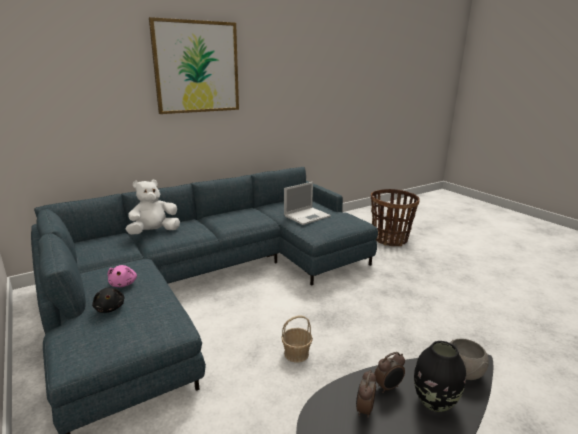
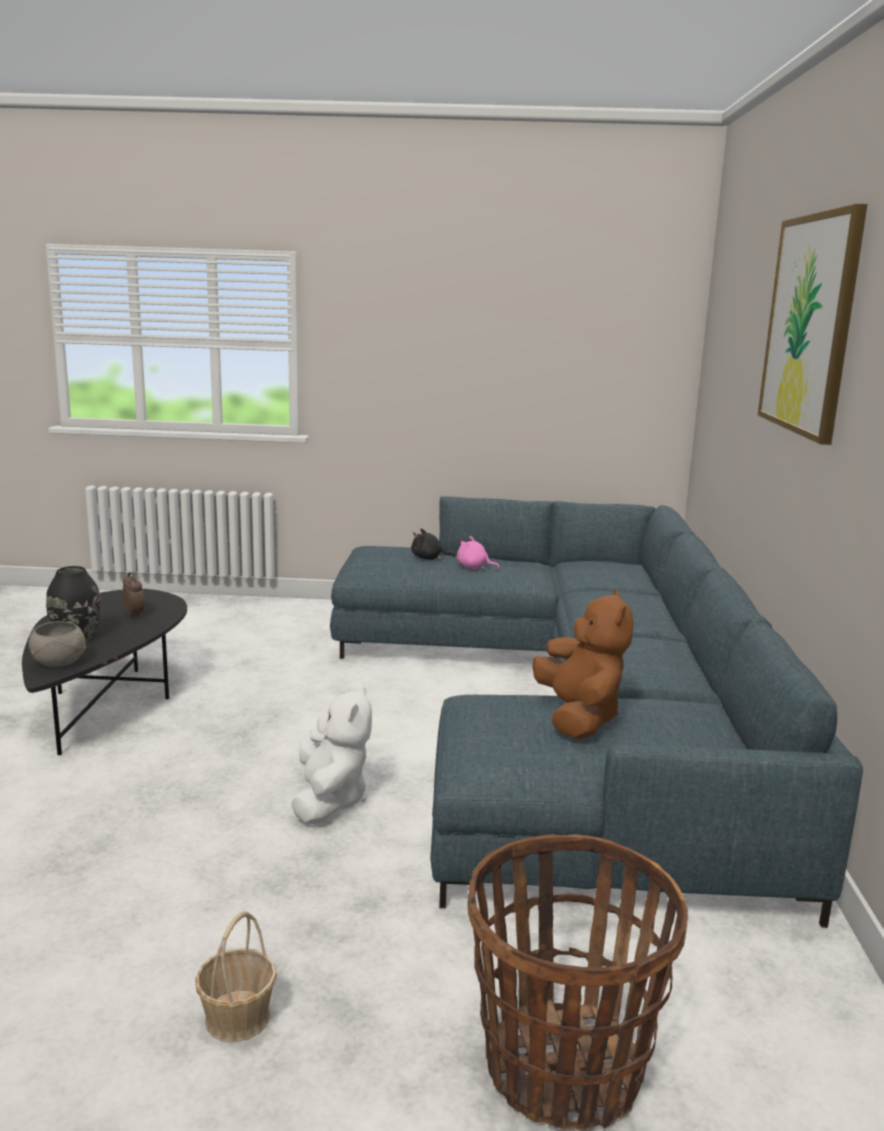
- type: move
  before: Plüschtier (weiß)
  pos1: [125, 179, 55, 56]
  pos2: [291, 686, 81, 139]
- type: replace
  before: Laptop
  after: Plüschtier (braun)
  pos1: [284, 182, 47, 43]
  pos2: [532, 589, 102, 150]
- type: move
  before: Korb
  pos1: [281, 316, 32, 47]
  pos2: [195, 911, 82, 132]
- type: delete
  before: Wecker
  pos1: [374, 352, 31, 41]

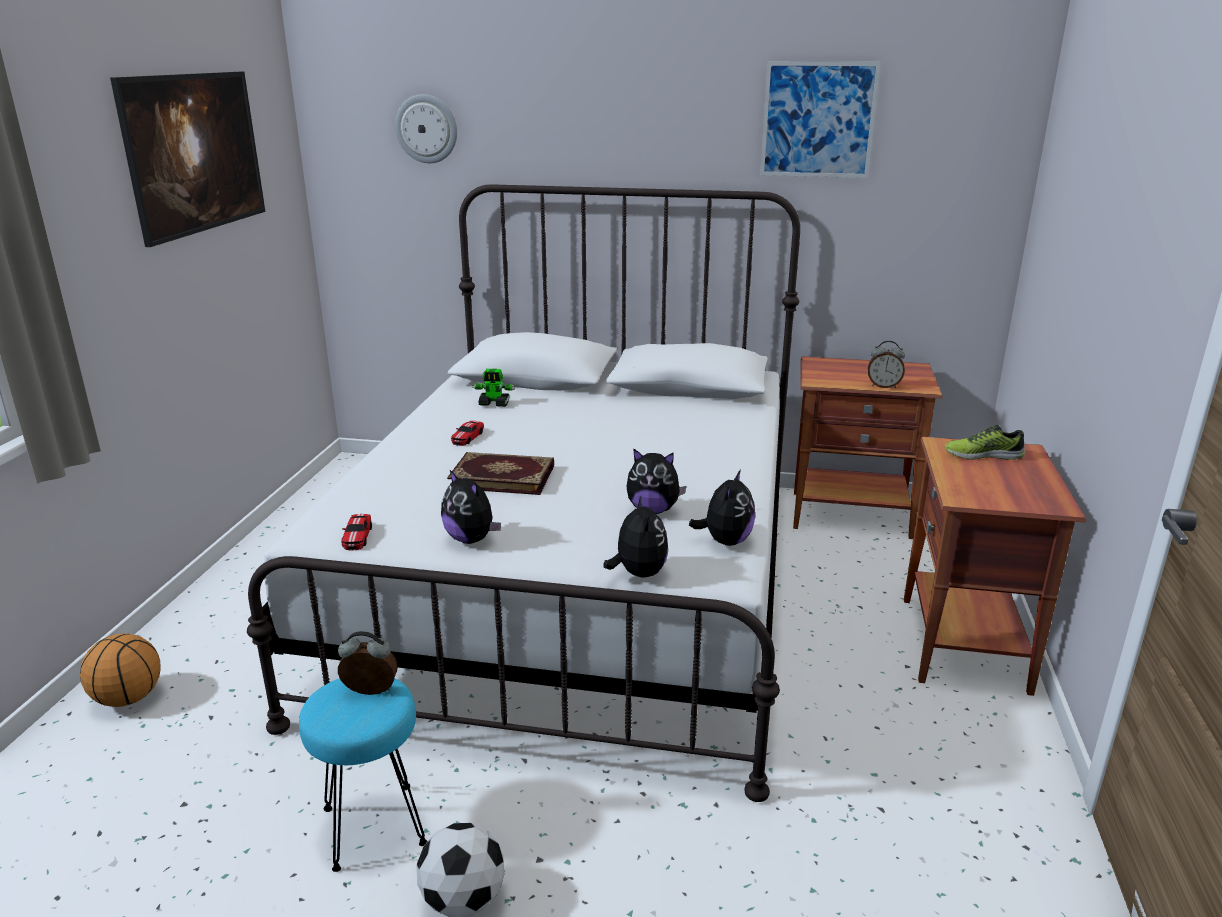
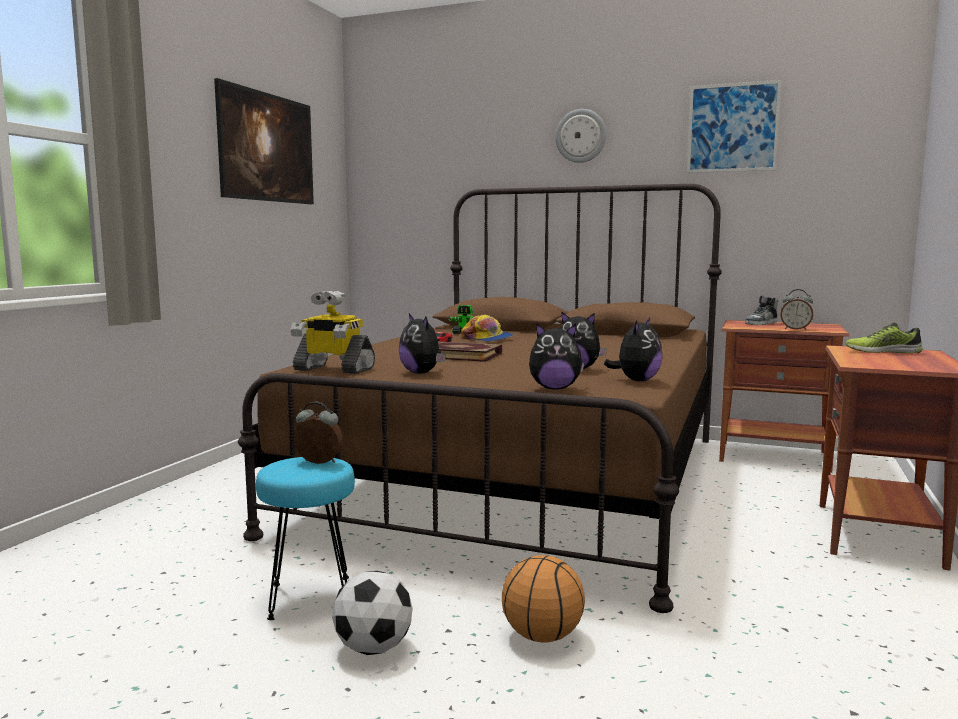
- type: move
  before: Wanduhr
  pos1: [395, 94, 62, 69]
  pos2: [555, 109, 51, 54]
- type: recolor
  before: Bett (weiß)
  after: Bett (braun)
  pos1: [247, 184, 553, 618]
  pos2: [238, 184, 484, 429]
- type: rotate
  before: Plüschtier
  pos1: [604, 495, 64, 83]
  pos2: [529, 323, 55, 67]
  turn: 90
- type: replace
  before: Spielzeugauto
  after: Spielzeugroboter
  pos1: [342, 514, 30, 36]
  pos2: [290, 291, 85, 83]
- type: move
  before: Basketball
  pos1: [80, 633, 81, 74]
  pos2: [502, 555, 83, 88]
- type: insert
  after: Schuh
  pos2: [745, 295, 33, 30]
- type: insert
  after: Kappe
  pos2: [461, 315, 52, 27]

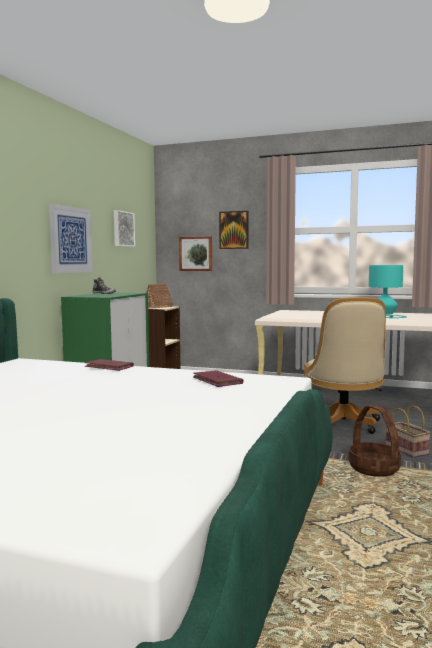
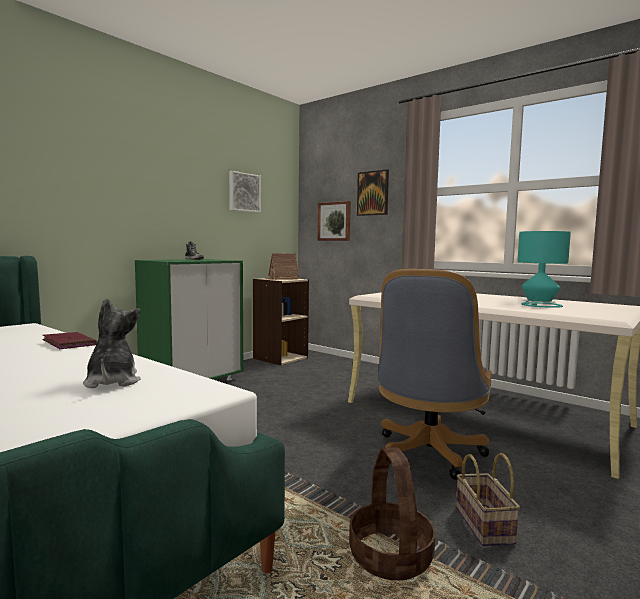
- type: delete
  before: Bild
  pos1: [49, 204, 44, 69]
- type: recolor
  before: Bürostuhl (beige)
  after: Bürostuhl (blau)
  pos1: [304, 297, 82, 137]
  pos2: [378, 269, 114, 211]
- type: replace
  before: Buch (rot)
  after: Plüschtier
  pos1: [193, 370, 50, 17]
  pos2: [83, 298, 58, 90]

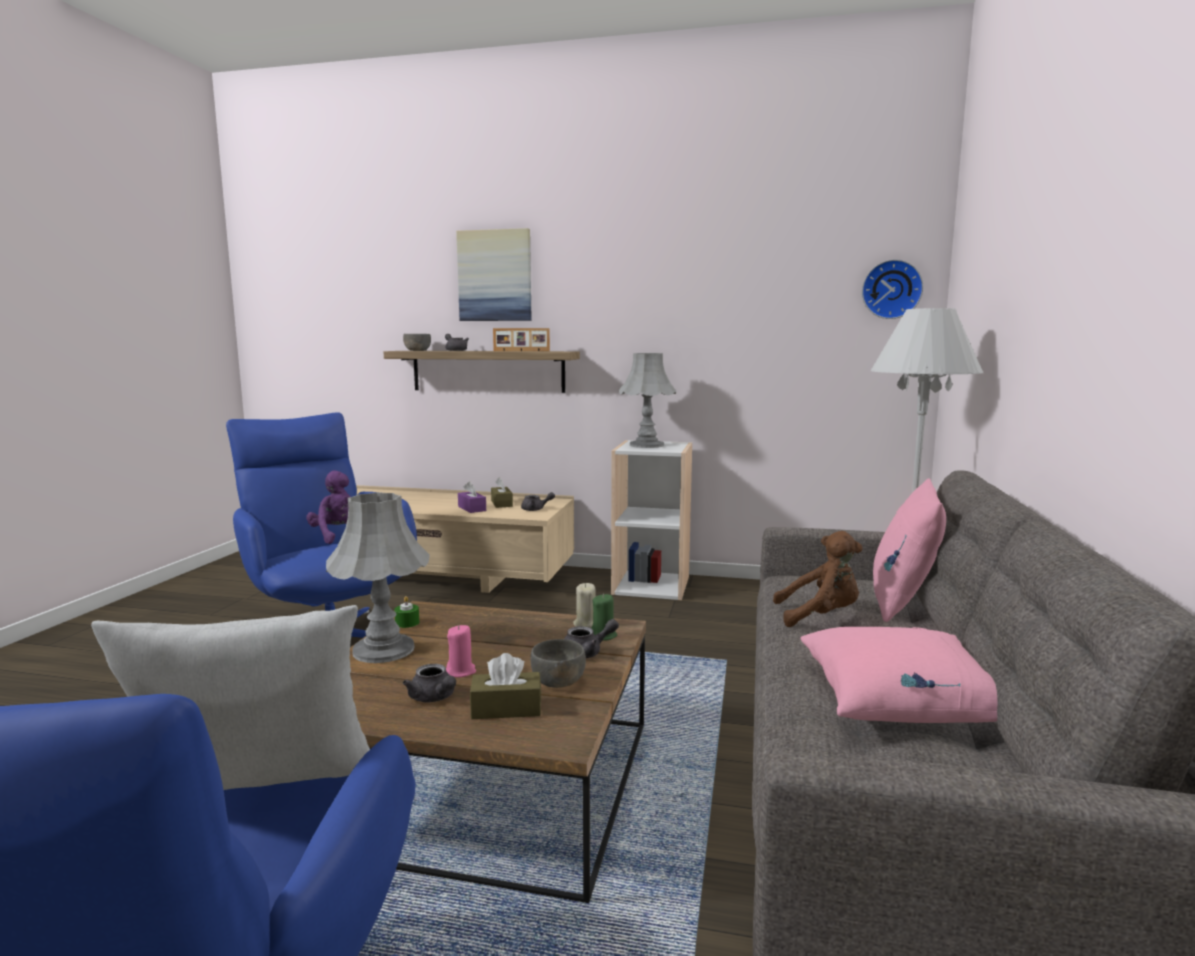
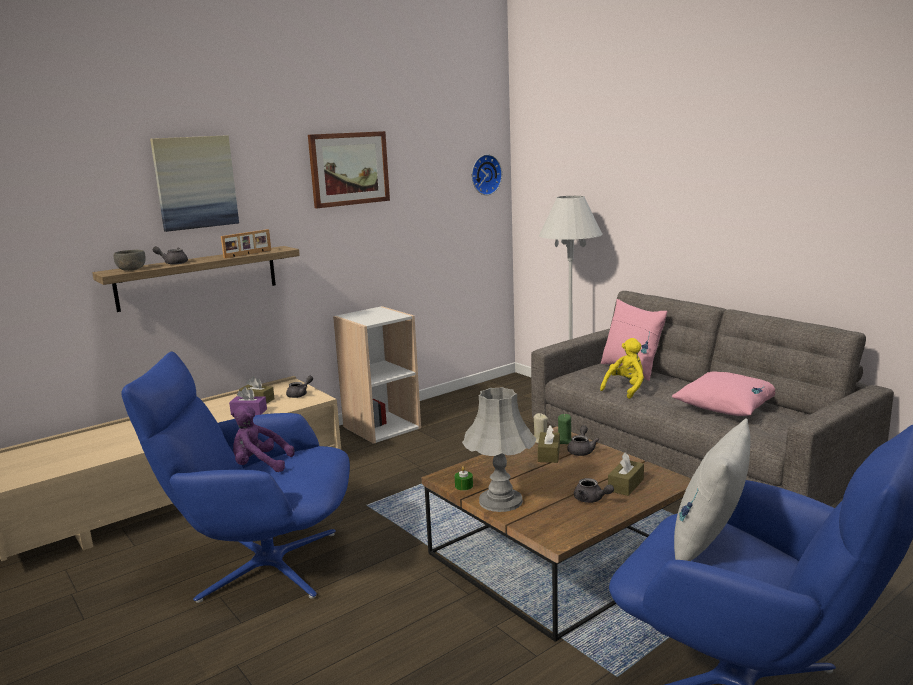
- type: delete
  before: Tischlampe (grau)
  pos1: [619, 353, 57, 95]
- type: recolor
  before: Plüschtier (braun)
  after: Plüschtier (gelb)
  pos1: [773, 531, 89, 96]
  pos2: [600, 338, 44, 61]
- type: delete
  before: Kerze (rosa)
  pos1: [446, 625, 30, 52]
- type: delete
  before: Schüssel (grau)
  pos1: [531, 639, 55, 49]
- type: rotate
  before: Teekanne (grau)
  pos1: [403, 664, 53, 38]
  pos2: [574, 478, 40, 25]
  turn: 45
- type: insert
  after: Bild
  pos2: [308, 131, 82, 77]
- type: insert
  after: Taschentuchbox (braun)
  pos2: [538, 425, 22, 38]

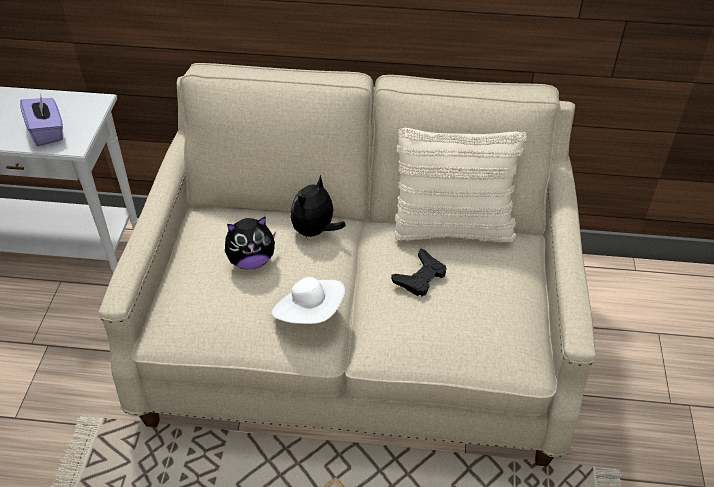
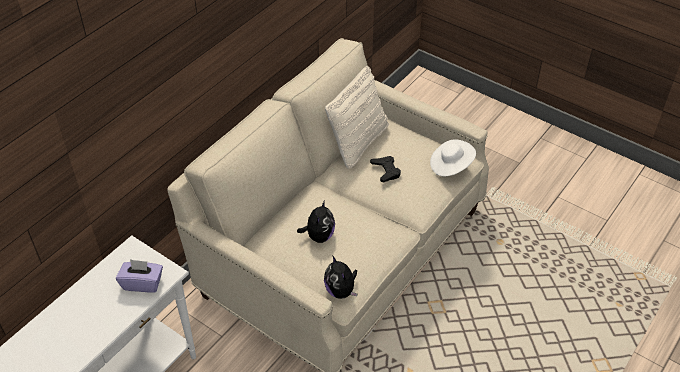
- type: move
  before: Plüschtier
  pos1: [290, 175, 56, 63]
  pos2: [324, 255, 33, 44]
- type: move
  before: Hut (weiß)
  pos1: [272, 277, 73, 47]
  pos2: [430, 140, 46, 36]

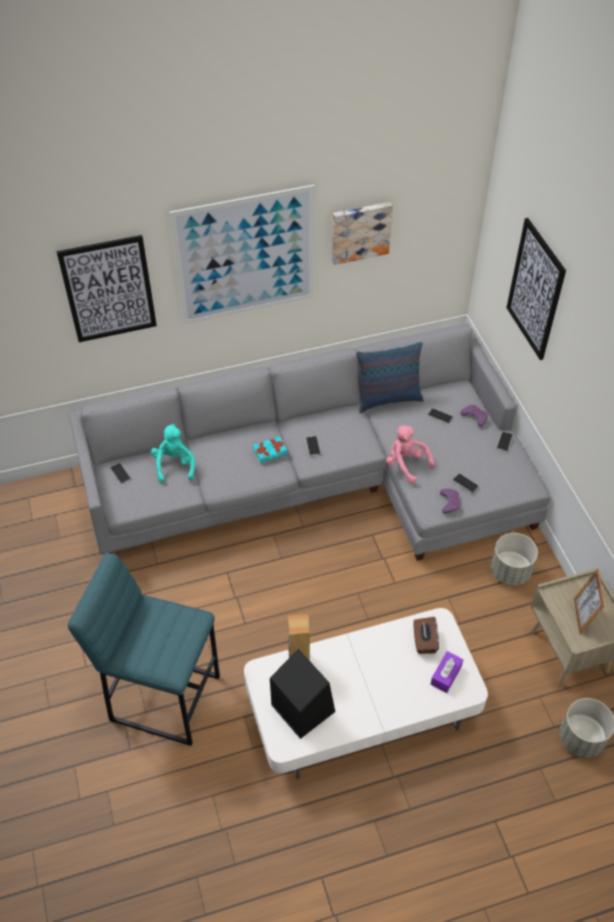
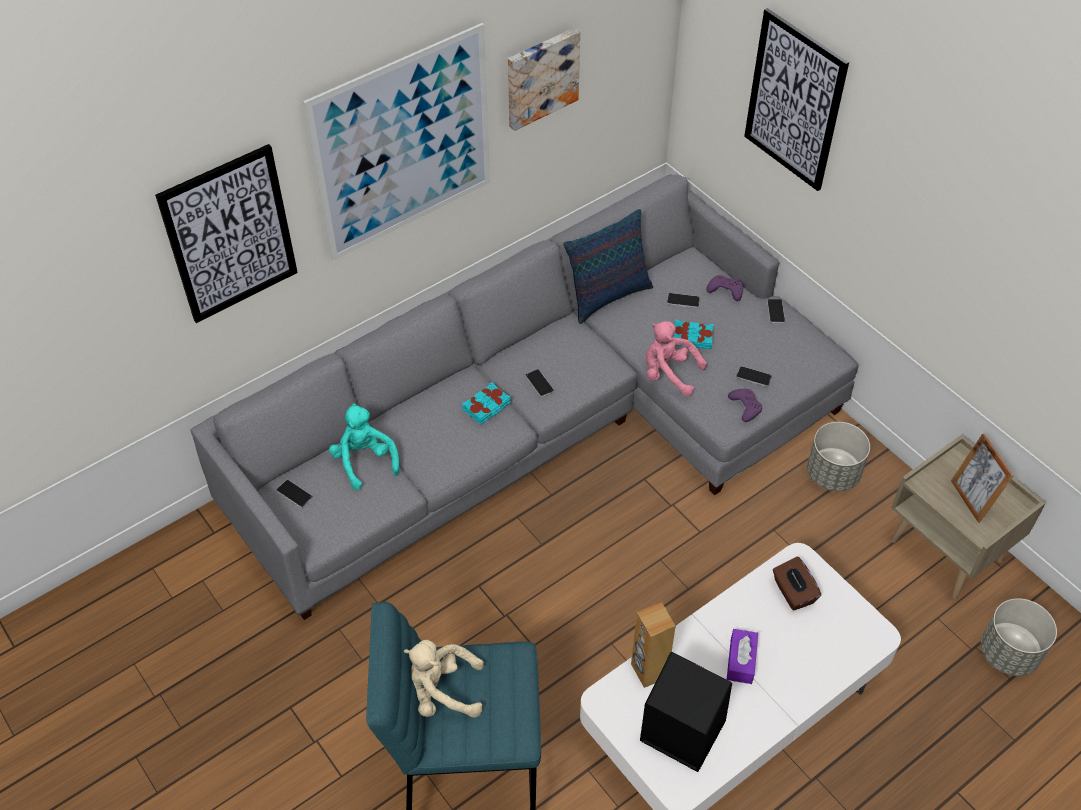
- type: move
  before: Taschentuchbox (lila)
  pos1: [431, 651, 32, 42]
  pos2: [727, 629, 31, 55]
- type: insert
  after: Buch (türkis)
  pos2: [673, 320, 41, 29]
- type: insert
  after: Plüschtier (beige)
  pos2: [404, 640, 80, 78]

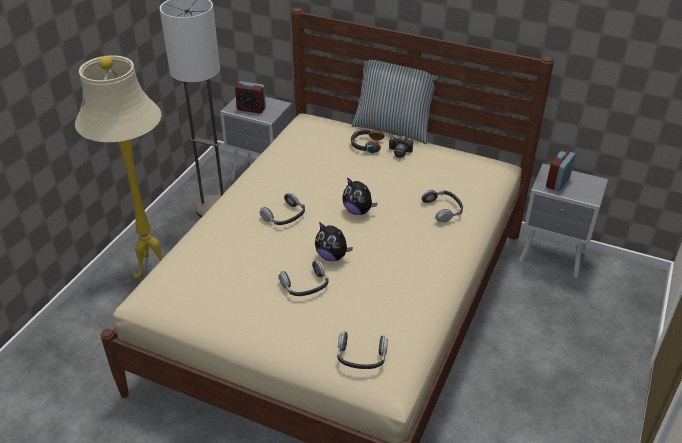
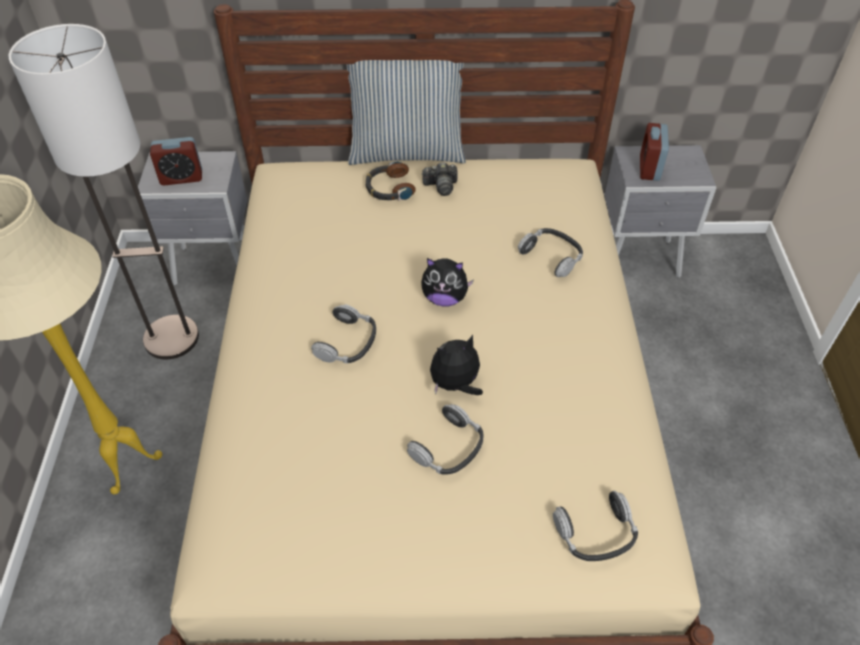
- type: rotate
  before: Plüschtier
  pos1: [315, 222, 38, 39]
  pos2: [430, 335, 53, 60]
  turn: 150

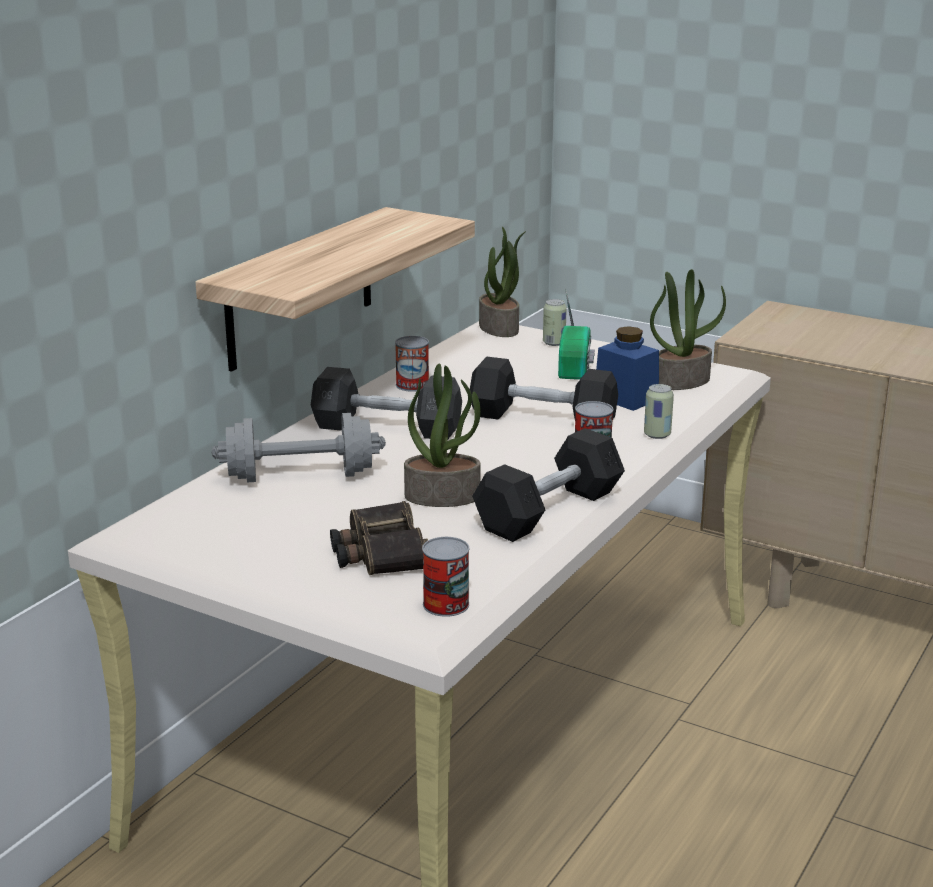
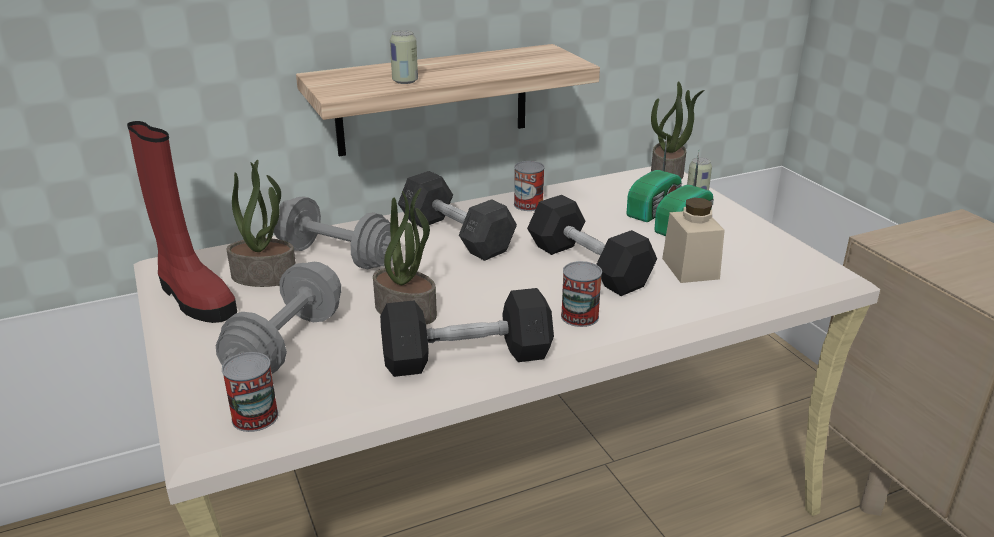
- type: move
  before: Topfpflanze
  pos1: [650, 269, 76, 121]
  pos2: [227, 160, 69, 127]
- type: recolor
  before: Vorratsglas (blau)
  after: Vorratsglas (beige)
  pos1: [596, 326, 63, 85]
  pos2: [662, 198, 63, 85]
- type: move
  before: Dose
  pos1: [644, 384, 30, 55]
  pos2: [390, 30, 28, 54]
- type: replace
  before: Fernglas
  after: Hantel (grau)
  pos1: [330, 501, 98, 74]
  pos2: [216, 262, 125, 112]
- type: insert
  after: Stiefel (rot)
  pos2: [127, 121, 110, 202]
- type: insert
  after: Radio
  pos2: [627, 137, 55, 85]

